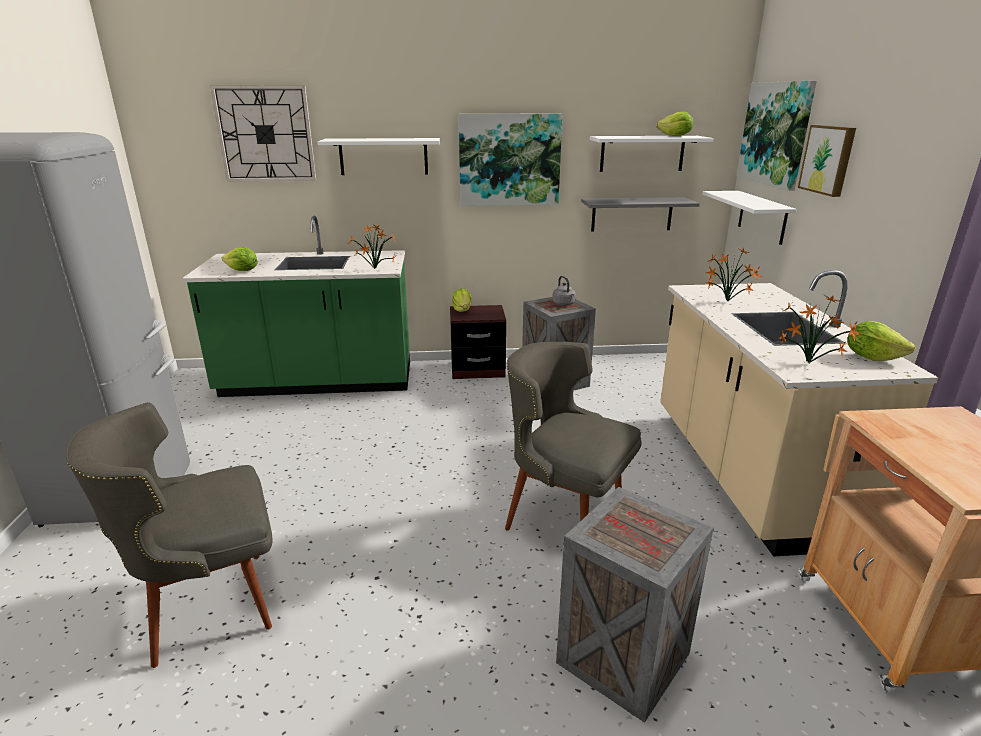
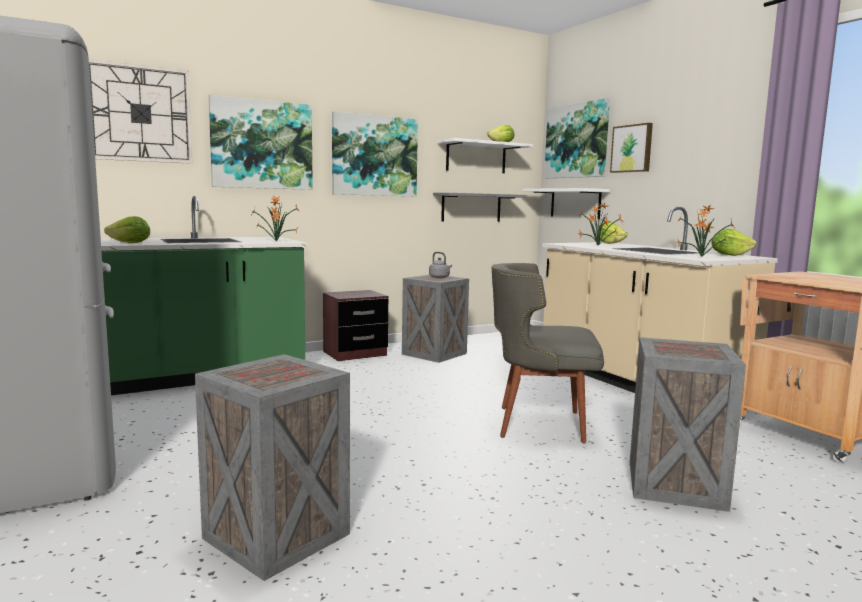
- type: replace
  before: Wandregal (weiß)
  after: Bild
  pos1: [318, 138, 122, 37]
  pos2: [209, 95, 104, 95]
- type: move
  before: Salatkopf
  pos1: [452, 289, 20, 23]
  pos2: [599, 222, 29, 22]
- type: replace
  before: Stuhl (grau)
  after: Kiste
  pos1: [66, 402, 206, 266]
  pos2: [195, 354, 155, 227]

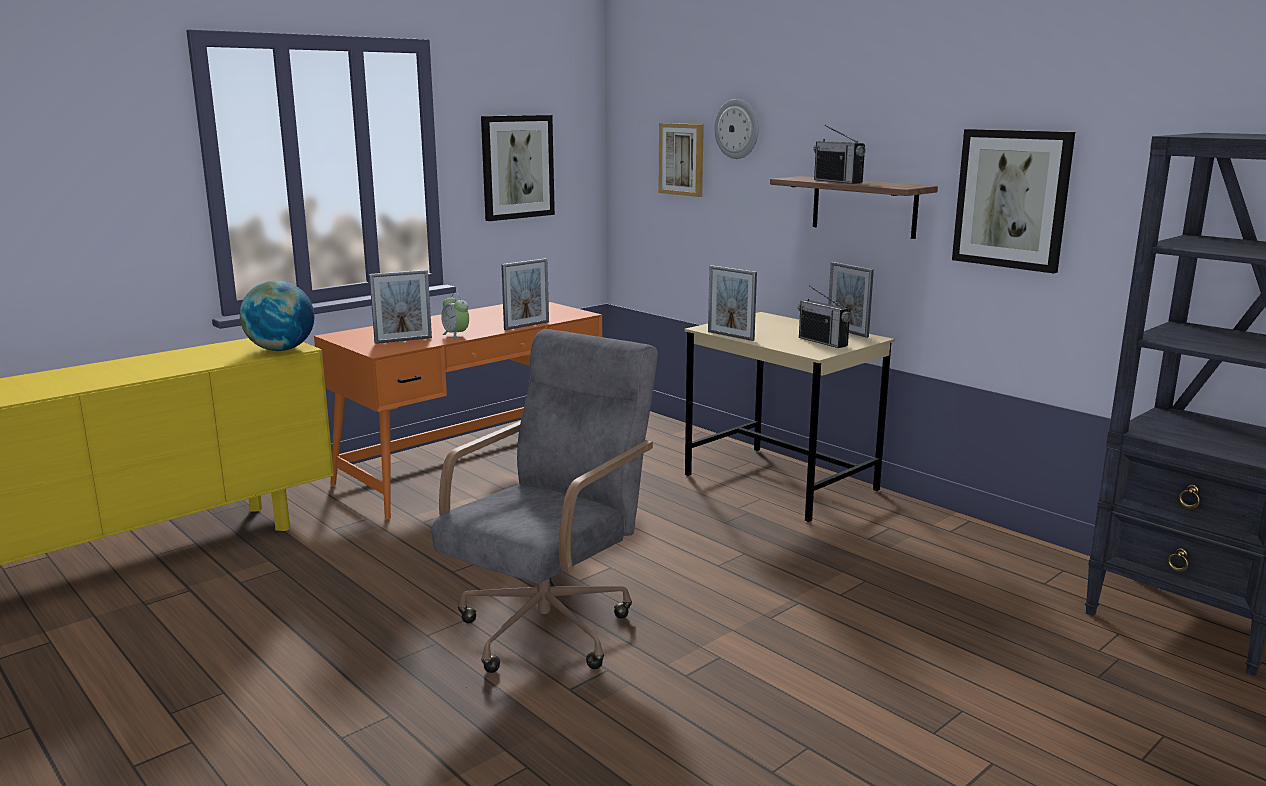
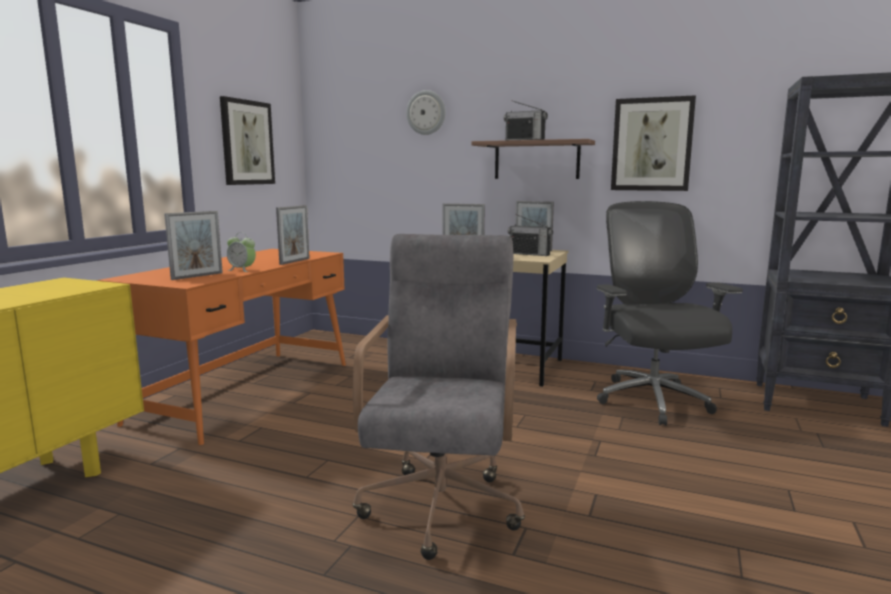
- type: delete
  before: Bild
  pos1: [659, 123, 45, 74]
- type: delete
  before: Globus
  pos1: [240, 281, 74, 70]
- type: insert
  after: Bürostuhl
  pos2: [597, 201, 146, 225]

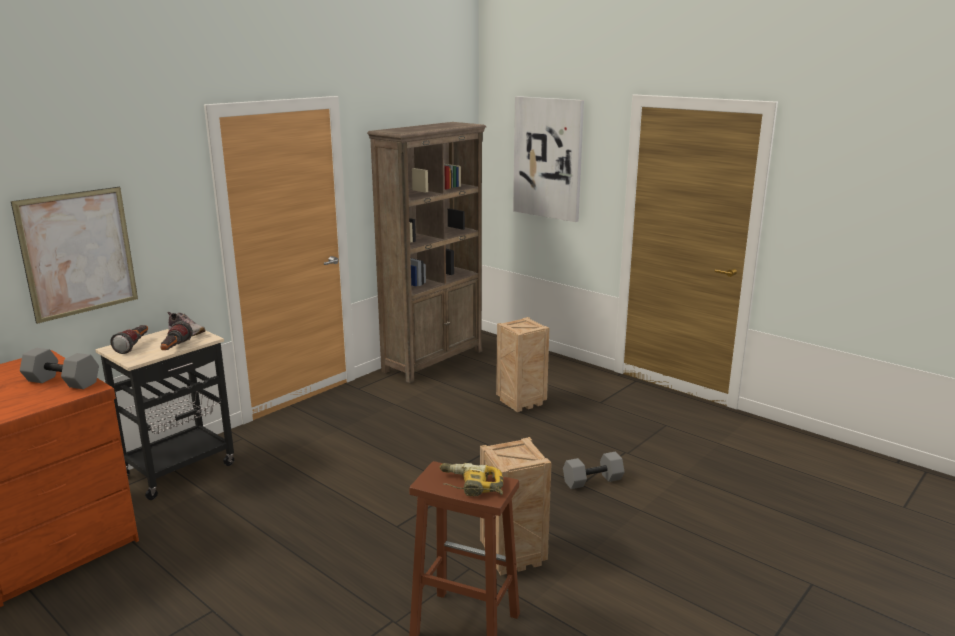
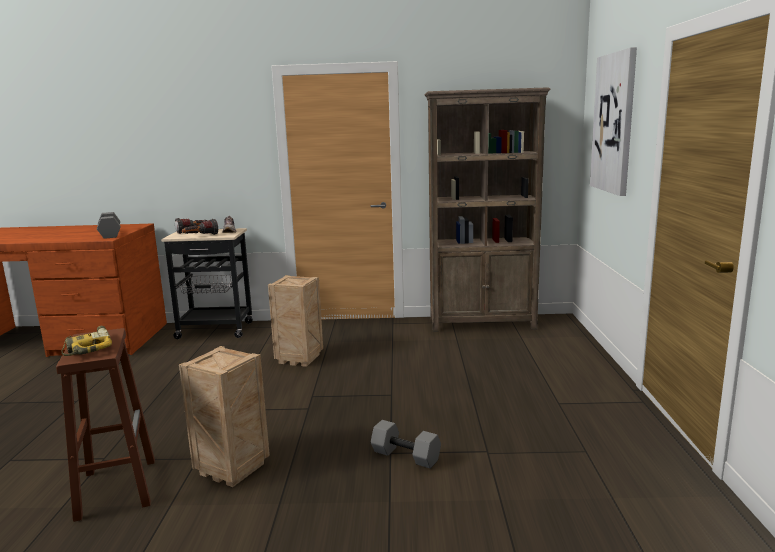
- type: delete
  before: Bild
  pos1: [11, 187, 127, 137]
- type: move
  before: Kiste
  pos1: [496, 317, 53, 95]
  pos2: [268, 275, 55, 92]

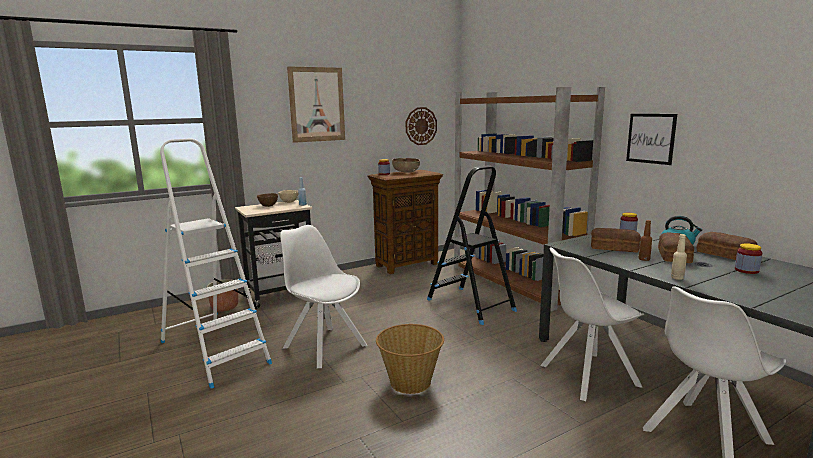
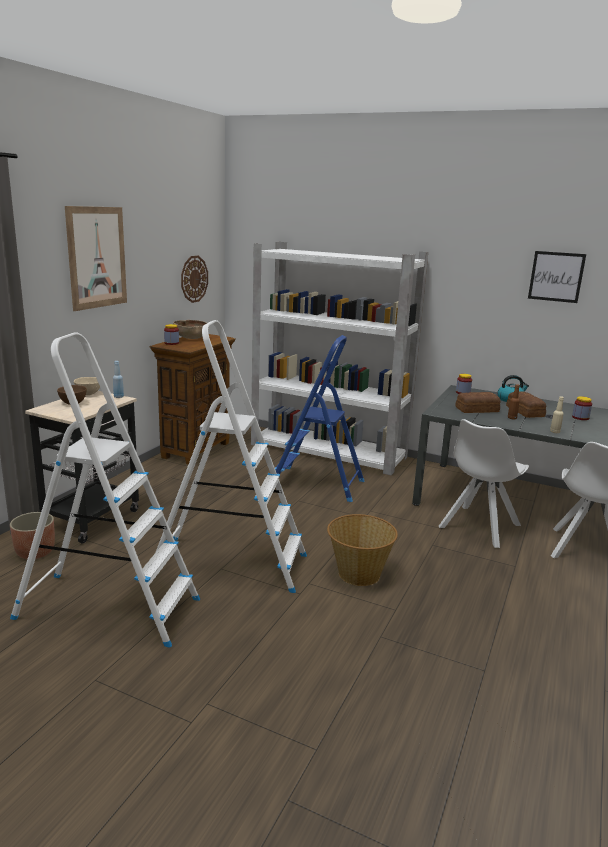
- type: recolor
  before: Bücherregal (braun)
  after: Bücherregal (weiß)
  pos1: [454, 87, 151, 225]
  pos2: [251, 242, 177, 234]
- type: move
  before: Bild
  pos1: [626, 114, 51, 51]
  pos2: [528, 251, 58, 52]
- type: recolor
  before: Trittleiter (schwarz)
  after: Trittleiter (blau)
  pos1: [427, 165, 90, 160]
  pos2: [275, 335, 90, 167]
- type: replace
  before: Stuhl (weiß)
  after: Trittleiter (weiß)
  pos1: [280, 225, 87, 143]
  pos2: [155, 320, 152, 273]
- type: delete
  before: Brot
  pos1: [696, 232, 61, 28]

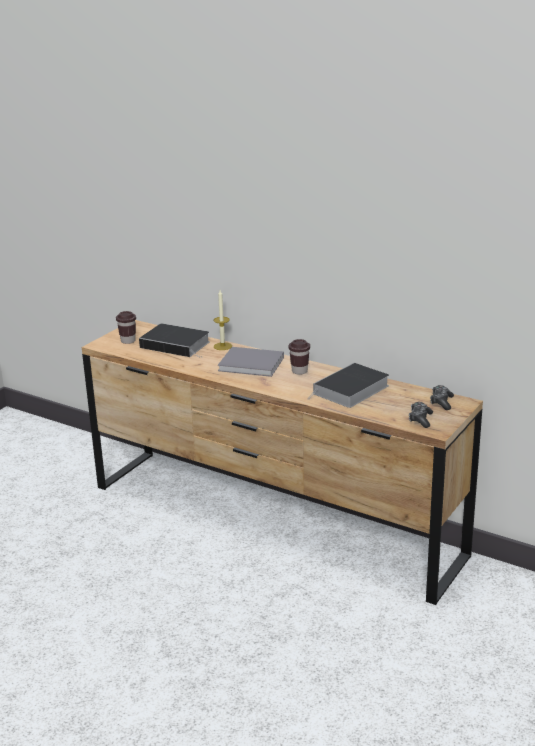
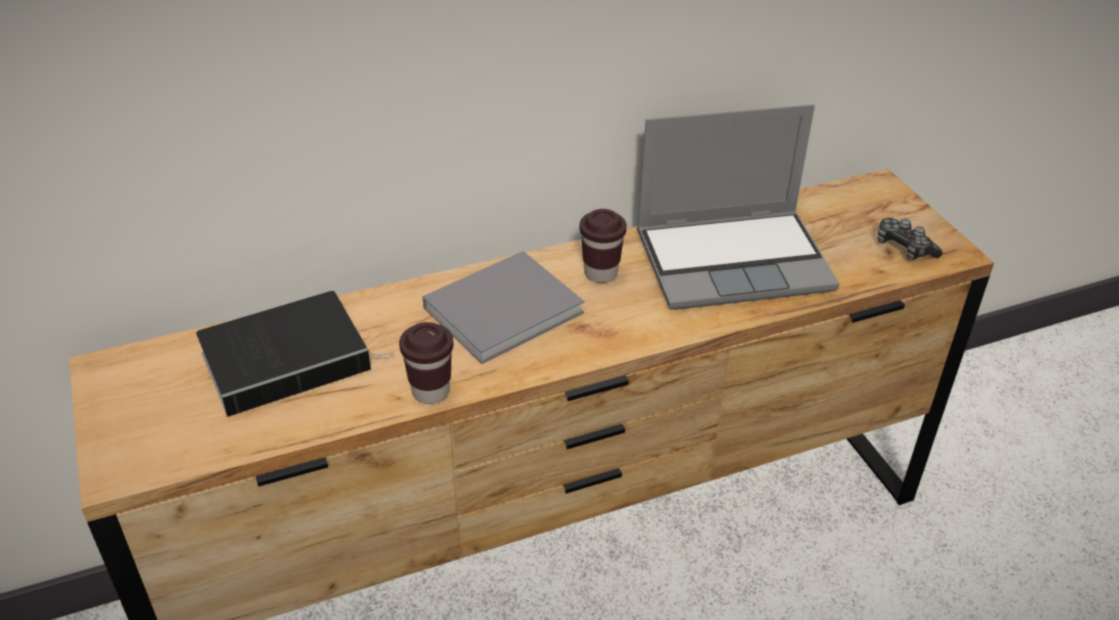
- type: delete
  before: Kerze
  pos1: [214, 290, 18, 60]
- type: move
  before: Tasse (braun)
  pos1: [116, 311, 20, 33]
  pos2: [399, 322, 54, 82]
- type: replace
  before: Buch
  after: Laptop
  pos1: [308, 363, 81, 45]
  pos2: [637, 104, 203, 206]
- type: delete
  before: Gamepad
  pos1: [430, 385, 24, 25]

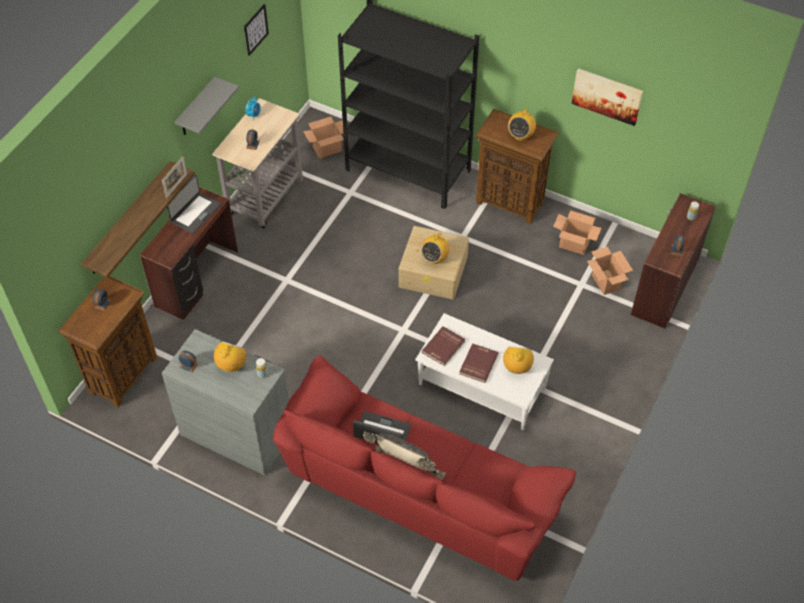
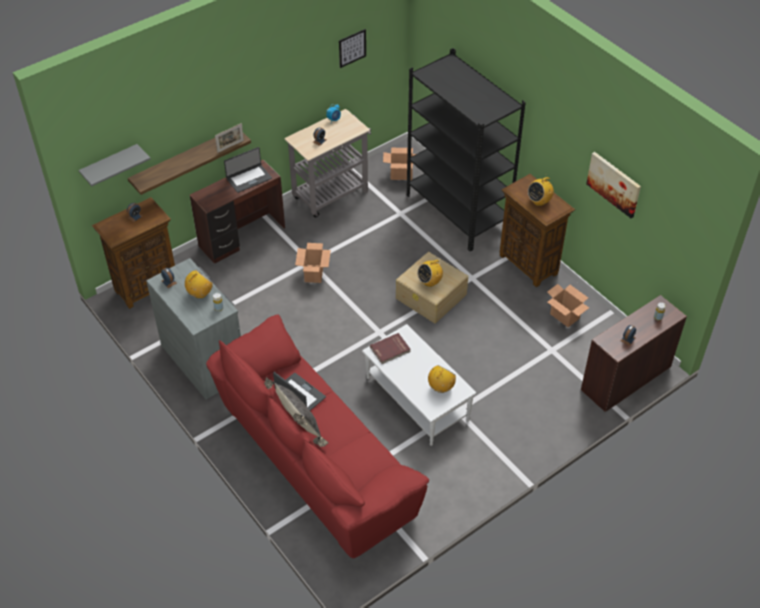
- type: move
  before: Wandregal (grau)
  pos1: [174, 77, 65, 58]
  pos2: [79, 144, 71, 42]
- type: move
  before: Karton
  pos1: [587, 246, 46, 49]
  pos2: [295, 243, 36, 40]
- type: delete
  before: Buch (rot)
  pos1: [459, 343, 40, 40]

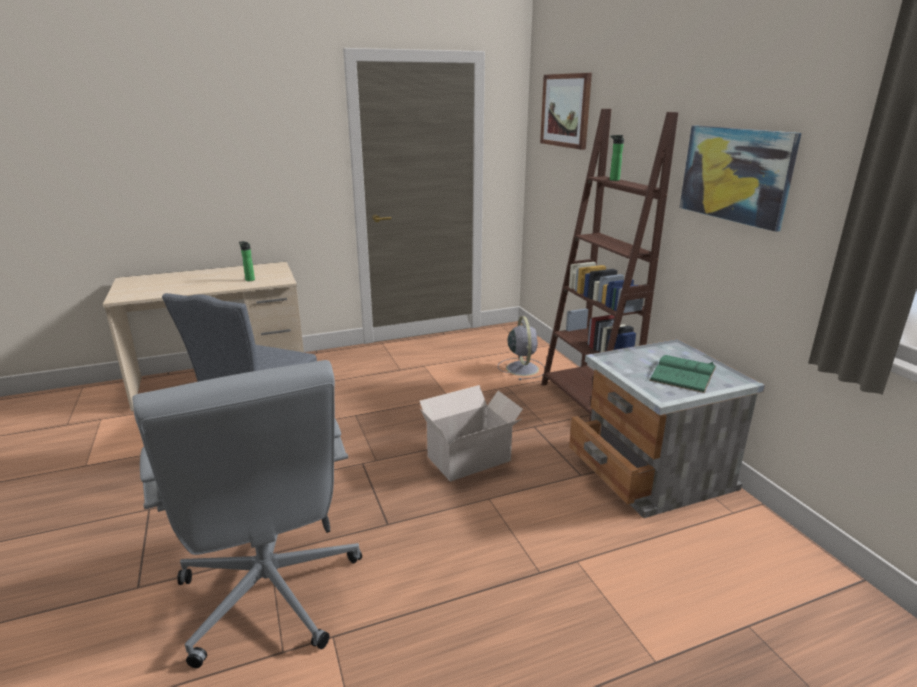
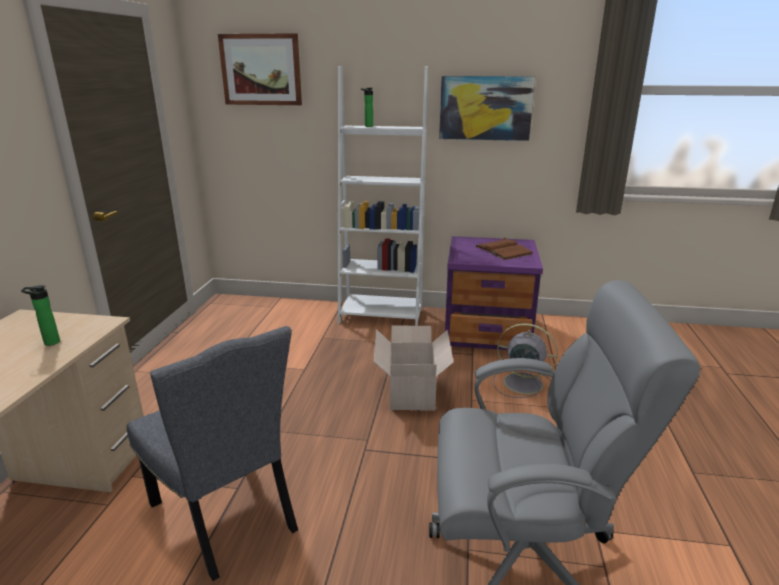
- type: recolor
  before: Bücherregal (braun)
  after: Bücherregal (weiß)
  pos1: [541, 109, 137, 313]
  pos2: [338, 66, 90, 260]
- type: move
  before: Ventilator (grau)
  pos1: [498, 316, 47, 64]
  pos2: [493, 323, 65, 75]
- type: recolor
  before: Nachttisch (grau)
  after: Nachttisch (lila)
  pos1: [569, 339, 196, 179]
  pos2: [445, 236, 98, 114]
- type: recolor
  before: Buch (grün)
  after: Buch (braun)
  pos1: [649, 355, 67, 38]
  pos2: [475, 238, 58, 22]

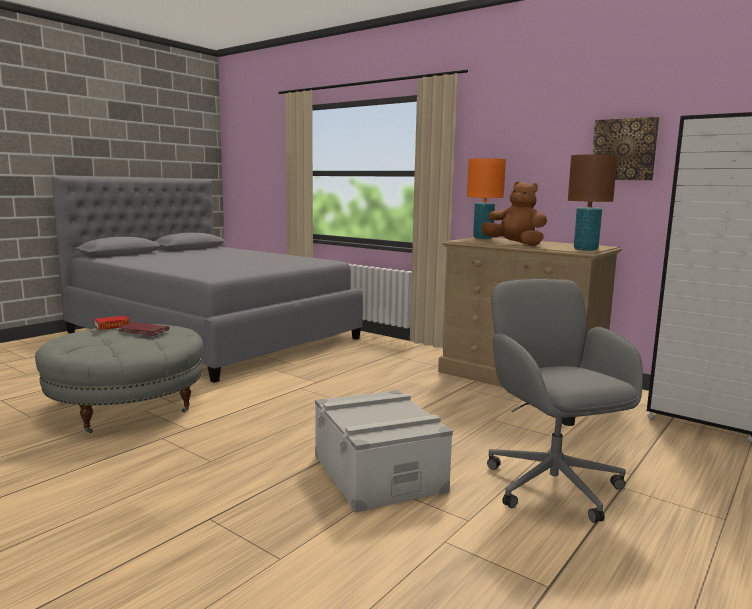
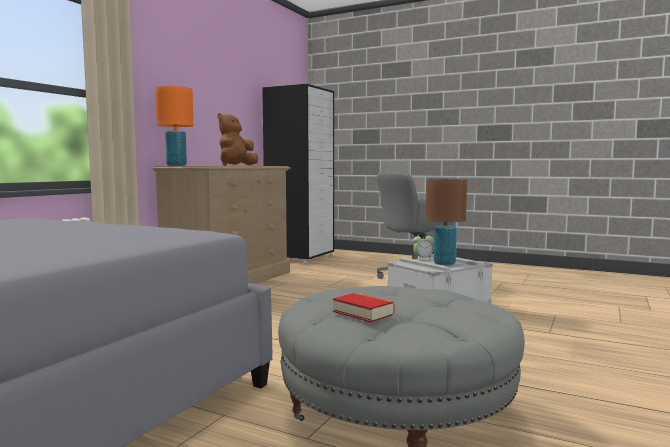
- type: delete
  before: Bild
  pos1: [592, 117, 67, 63]
- type: move
  before: Tischlampe (braun)
  pos1: [568, 154, 50, 97]
  pos2: [426, 179, 41, 86]
- type: delete
  before: Buch (rot)
  pos1: [117, 322, 52, 14]
- type: insert
  after: Wecker
  pos2: [413, 234, 21, 27]

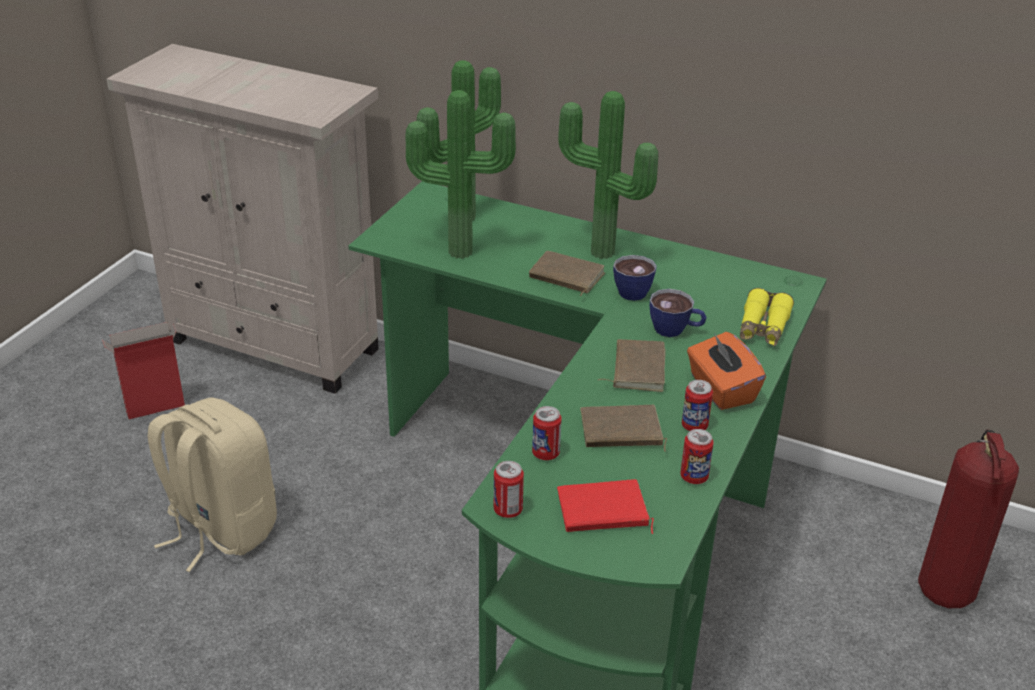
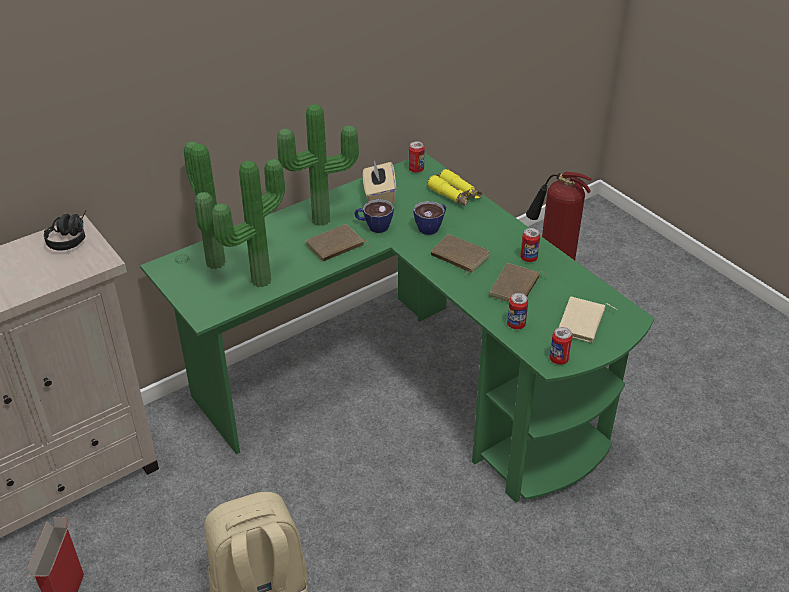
- type: delete
  before: Taschentuchbox (orange)
  pos1: [687, 332, 79, 78]
- type: move
  before: Dose
  pos1: [680, 429, 34, 55]
  pos2: [409, 141, 16, 32]
- type: recolor
  before: Buch (rot)
  after: Buch (beige)
  pos1: [557, 479, 97, 55]
  pos2: [559, 297, 58, 46]
- type: insert
  after: Taschentuchbox (beige)
  pos2: [363, 161, 33, 45]
- type: insert
  after: Kopfhörer (schwarz)
  pos2: [44, 210, 42, 41]

